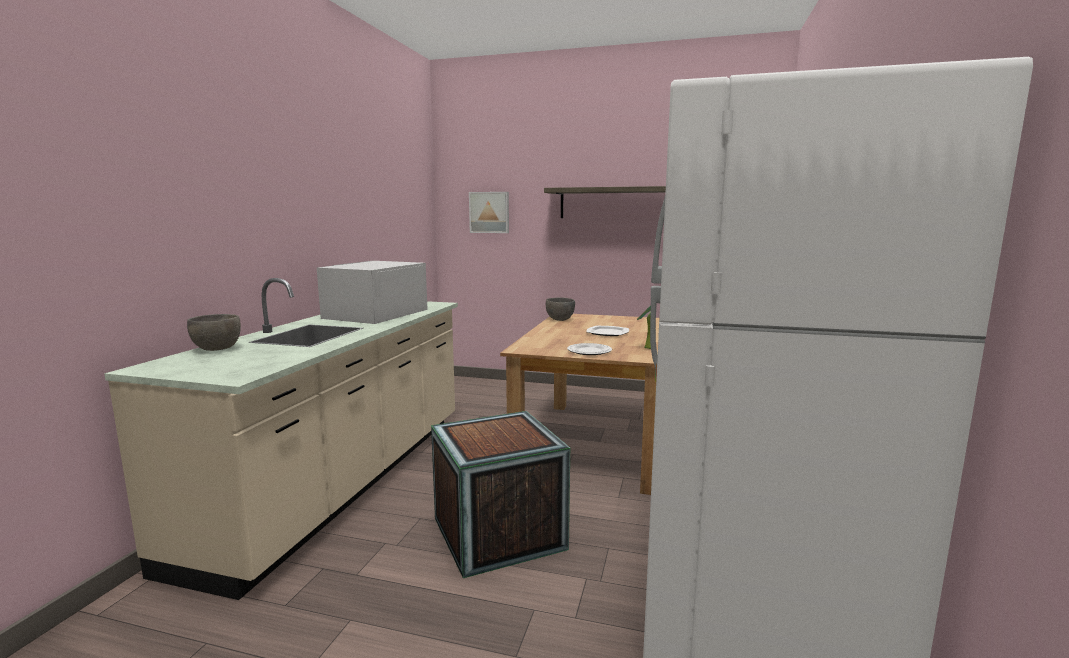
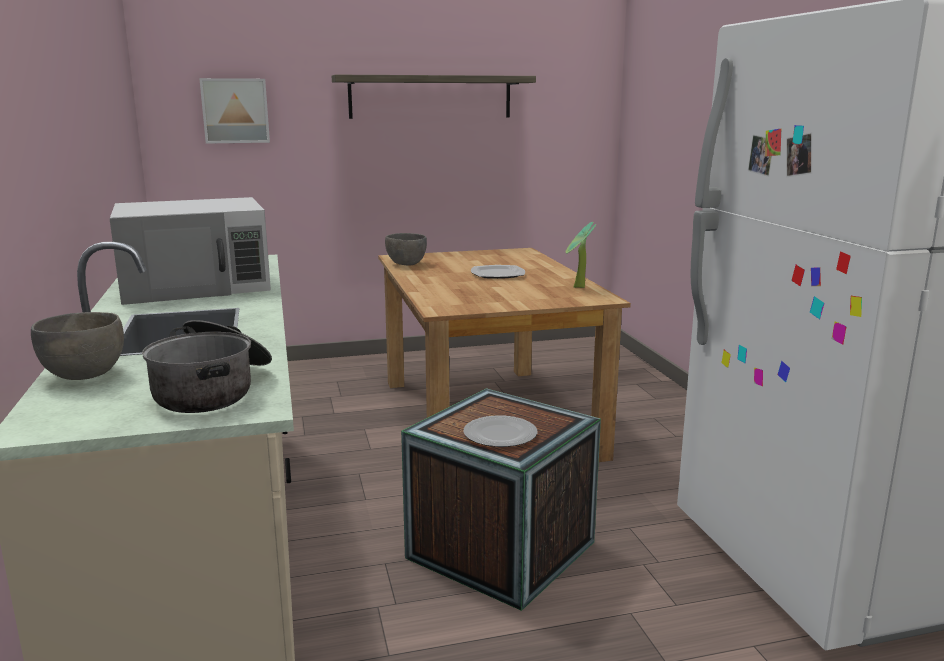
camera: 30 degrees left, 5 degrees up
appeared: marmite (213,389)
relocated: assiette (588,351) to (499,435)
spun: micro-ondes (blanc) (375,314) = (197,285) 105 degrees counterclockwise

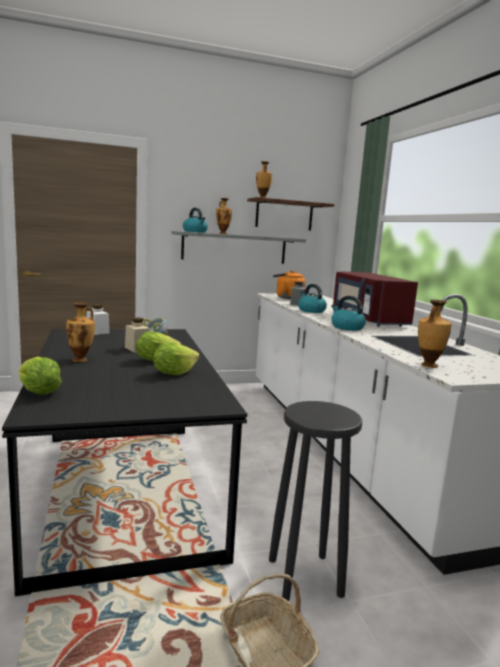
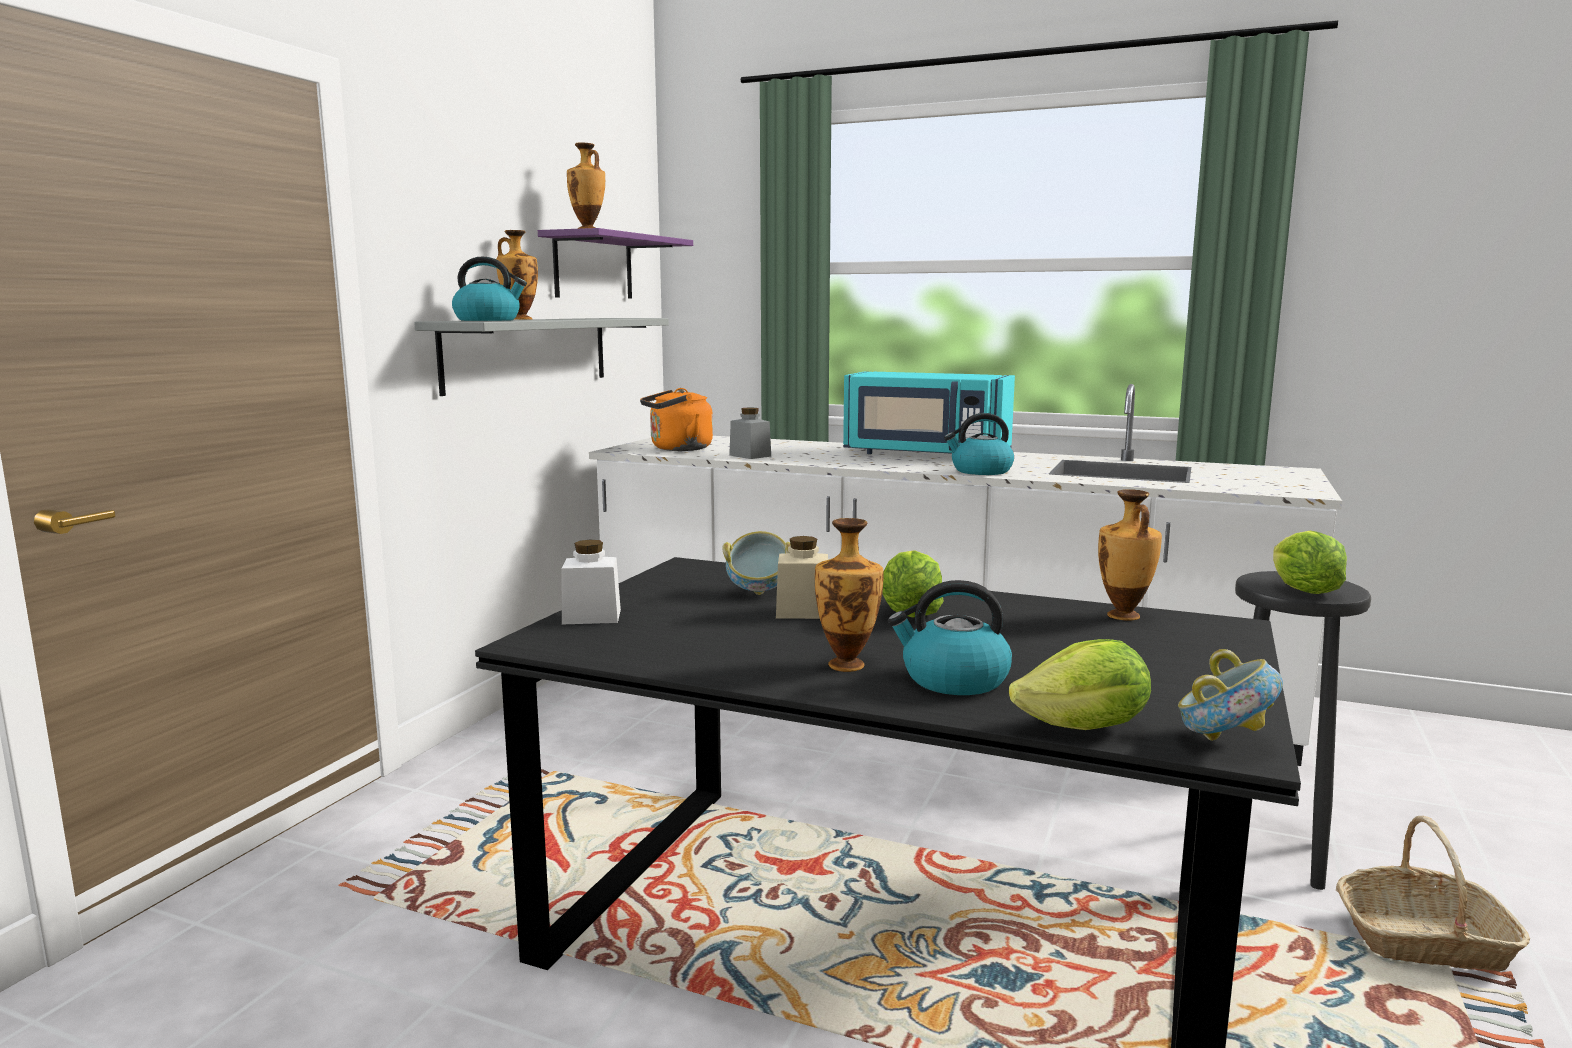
camera: 50 degrees left, 0 degrees up
appeared: bol (1223,741)
relocated: laitue (174,373) to (1303,591); bouilloire (311,310) to (953,680); vase (428,365) to (1123,616)
colour: étagère (marron) (284,215) to étagère (violet) (593,267); micro-ondes (rouge) (367,319) to micro-ondes (turquoise) (925,454)

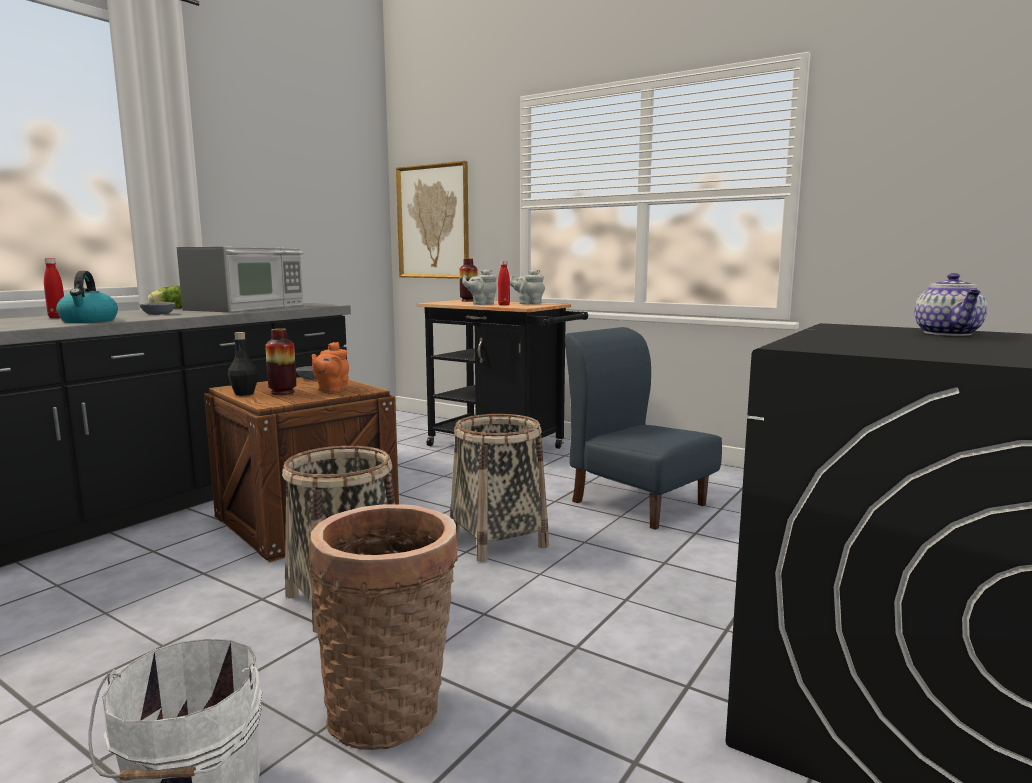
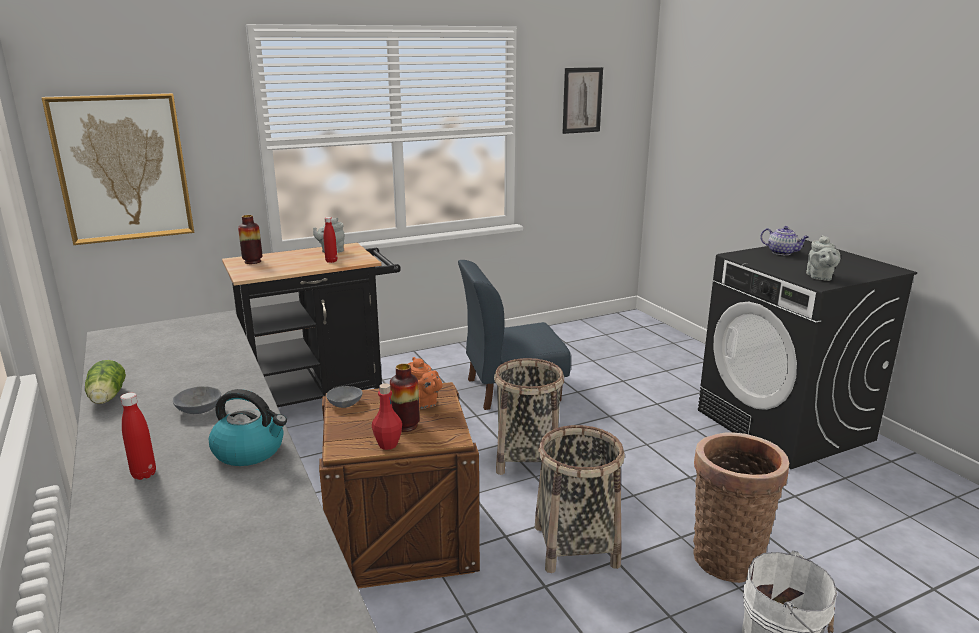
camera: 60 degrees left, 10 degrees up
missing: micro-ondes (248,307)
appeared: tableau (582,100)
relocated: théière (gris) (481,304) to (819,277)
colour: bouteille (noir) (244,394) to bouteille (rouge) (388,444)

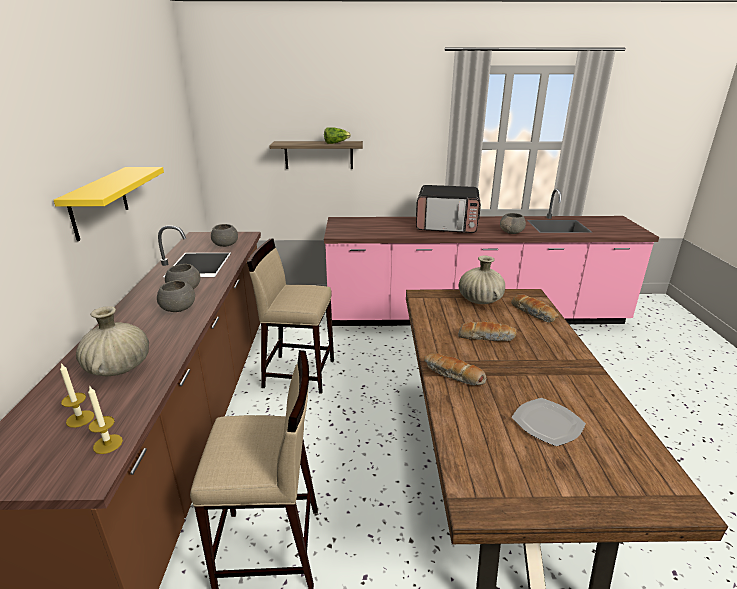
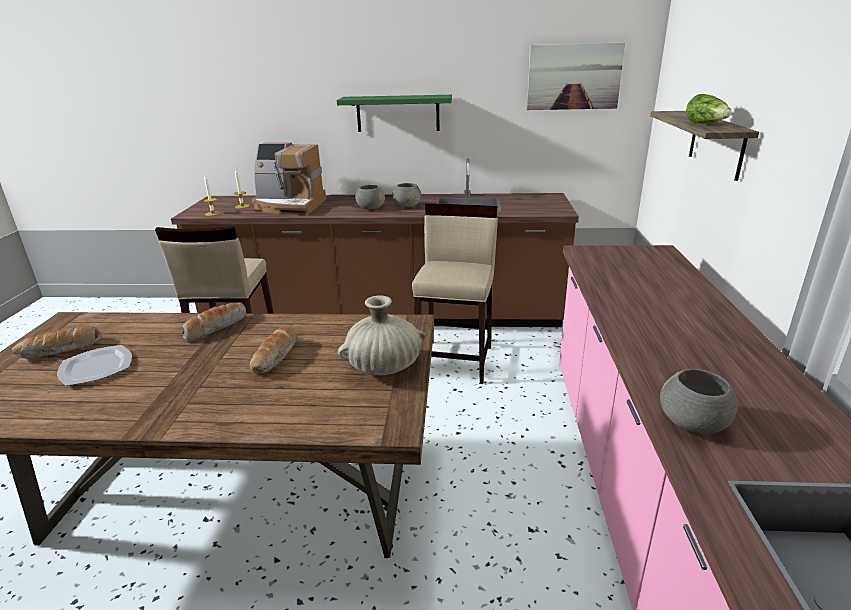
camera: 95 degrees right, 0 degrees up
missing: bol (gris) (225,245); micro-ondes (447,225)
appeared: tableau (574,77)
relocated: pain (534,313) to (61,350)
exchanged: vase (beige) (118,368) to machine à café (290,206)
colour: étagère (jaune) (99,202) to étagère (vert) (398,113)

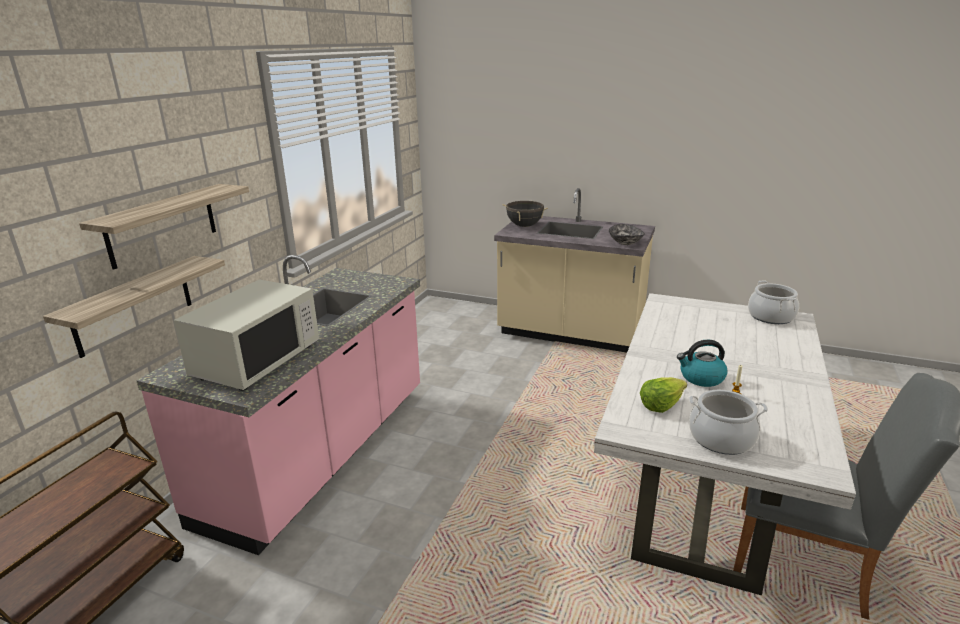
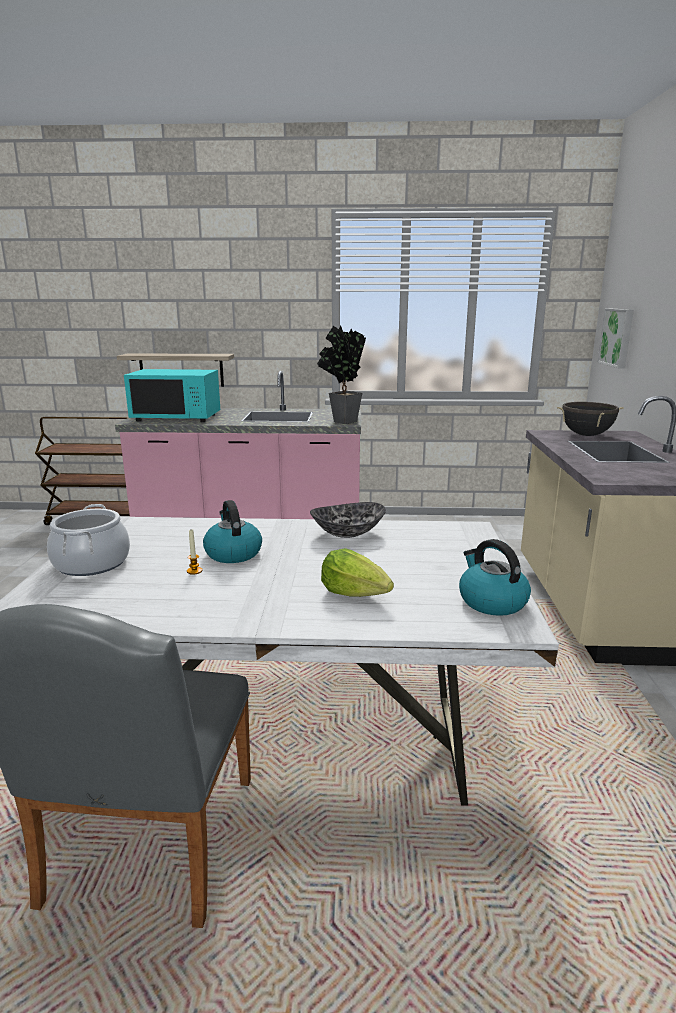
camera: 70 degrees right, 5 degrees down
missing: étagère (162,225)
appeared: plante en pot (341,422); tableau (618,337)
relocated: bol (625,242) to (347,533); laitue (661,404) to (355,593)
exchanged: marmite (771,316) to bouilloire (491,601)
colour: micro-ondes (blanc) (257,361) to micro-ondes (turquoise) (177,417)

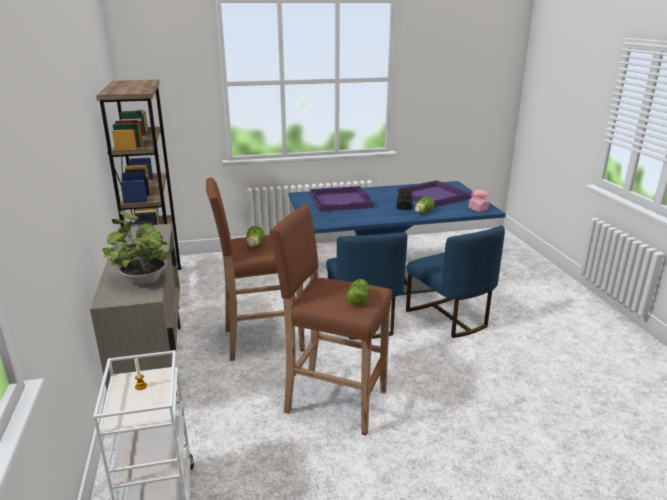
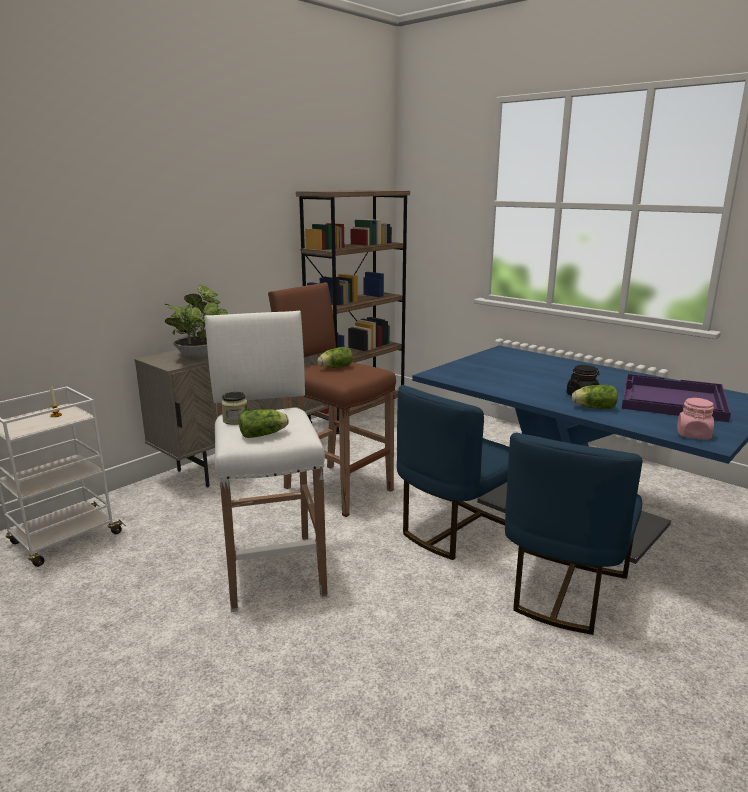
camera: 55 degrees right, 5 degrees down
missing: plateau (violet) (341,200)
appeared: bocal (235,420)
colour: tabouret (marron) (333,401) to tabouret (blanc) (273,568)

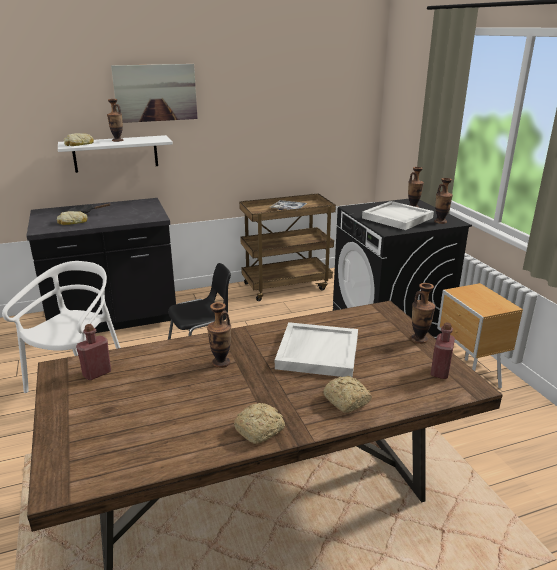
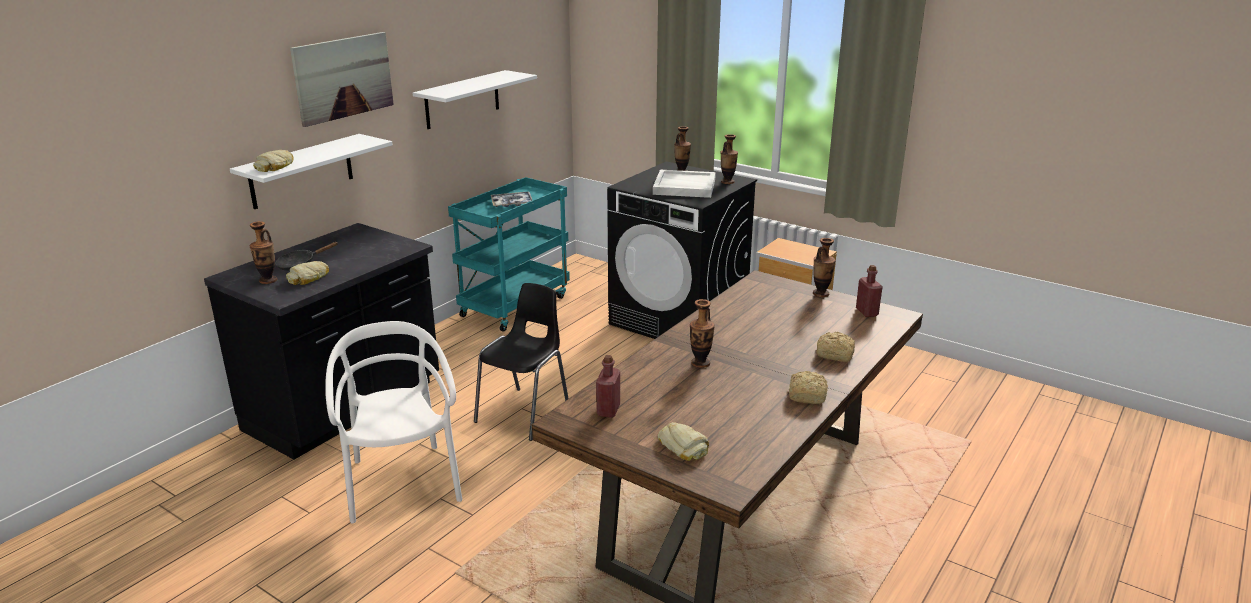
camera: 35 degrees left, 0 degrees up
missing: plateau (blanc) (317,352)
appeared: étagère (blanc) (462,99); pain (683,446)
relocated: vase (117,140) to (268,280)
colour: chariot (marron) (286,286) to chariot (turquoise) (515,305)

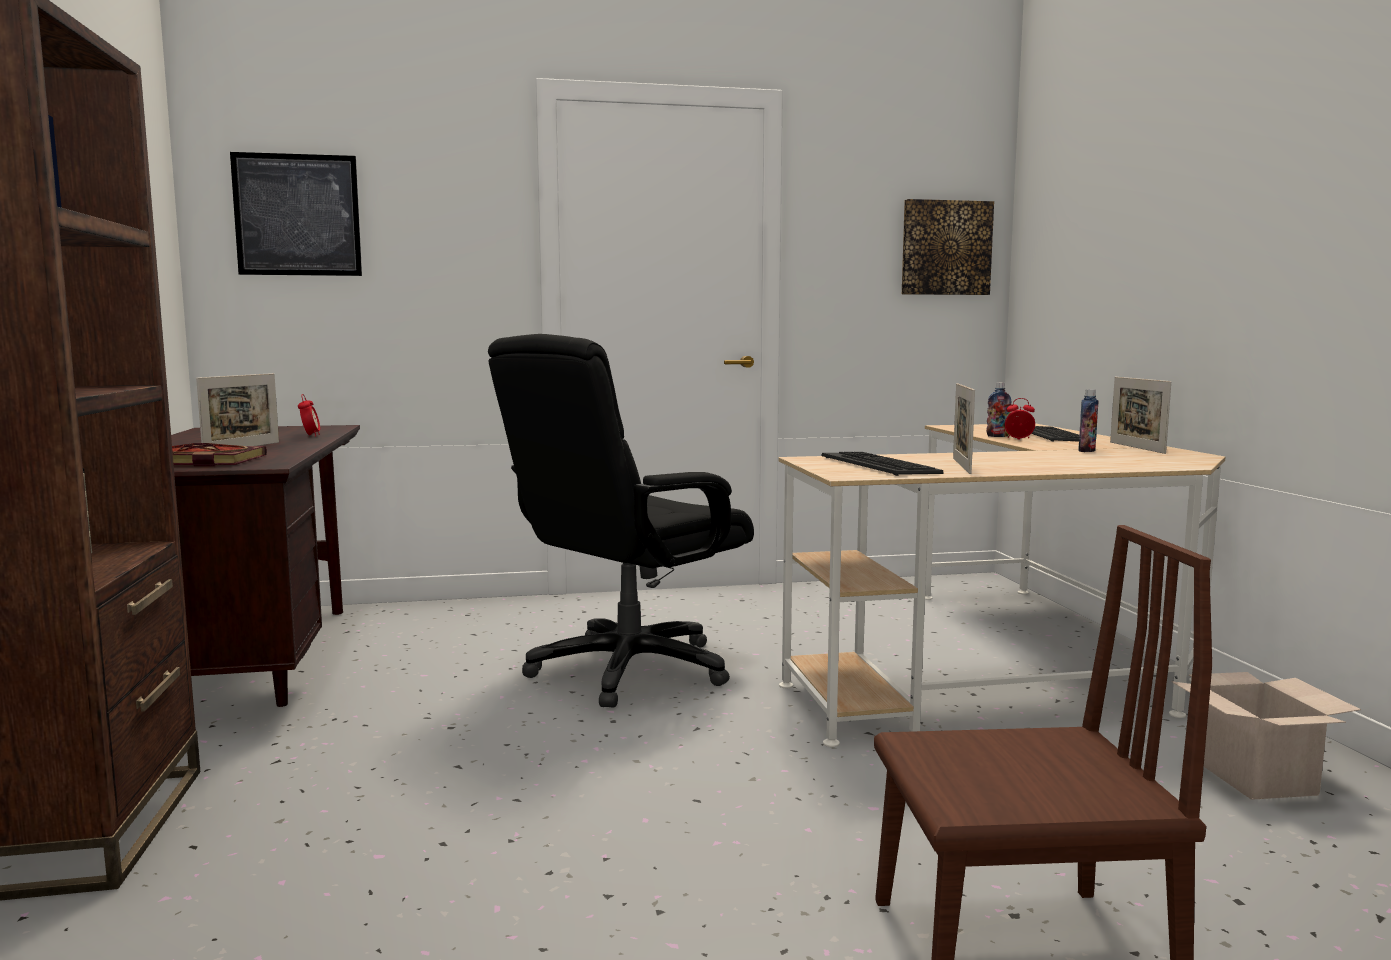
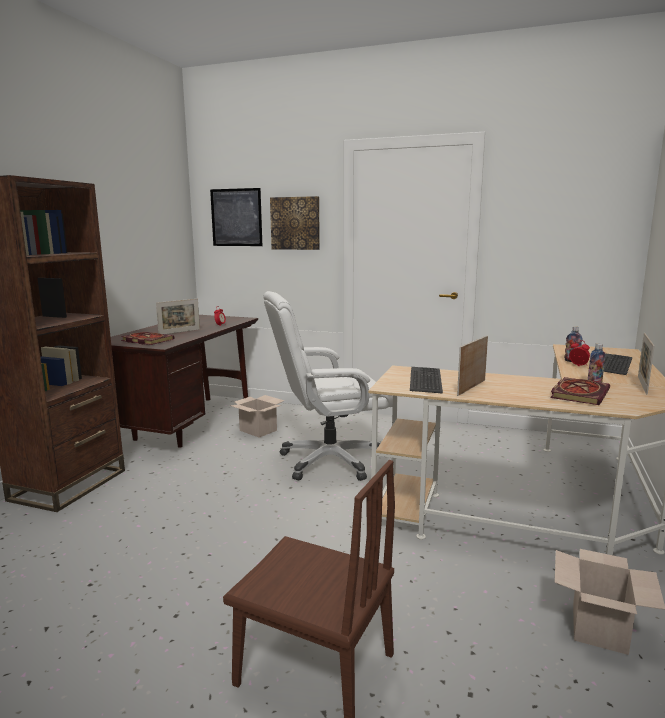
camera: 30 degrees right, 5 degrees up
appeared: carton (259,430); livre (579,393)
relocated: tableau (945,248) to (295,223)
colour: chaise de bureau (noir) (628,670) to chaise de bureau (blanc) (329,461)

